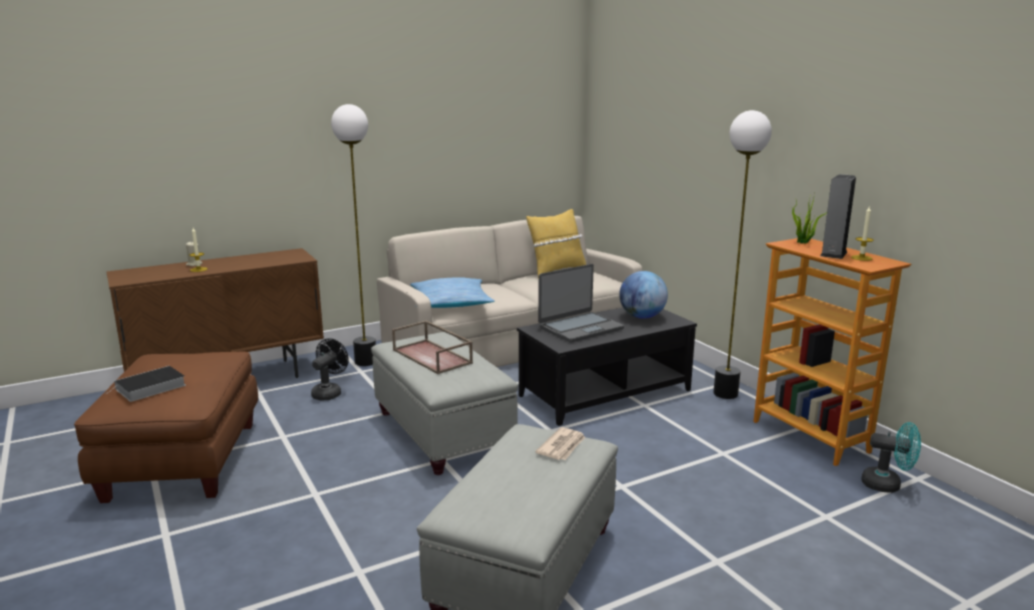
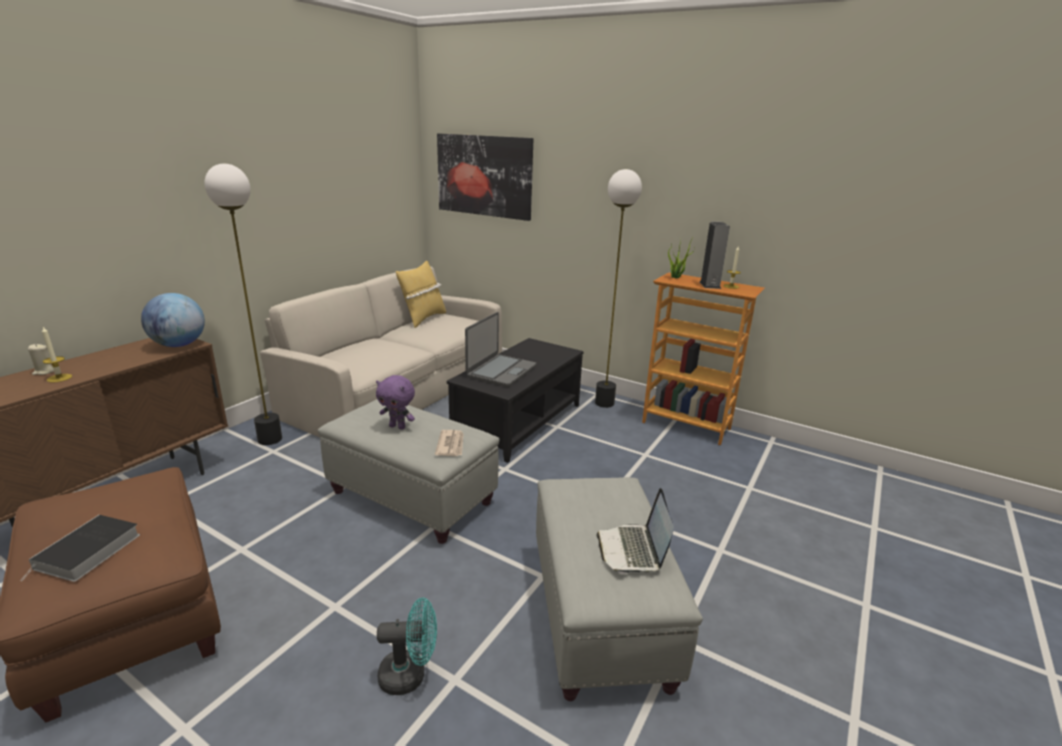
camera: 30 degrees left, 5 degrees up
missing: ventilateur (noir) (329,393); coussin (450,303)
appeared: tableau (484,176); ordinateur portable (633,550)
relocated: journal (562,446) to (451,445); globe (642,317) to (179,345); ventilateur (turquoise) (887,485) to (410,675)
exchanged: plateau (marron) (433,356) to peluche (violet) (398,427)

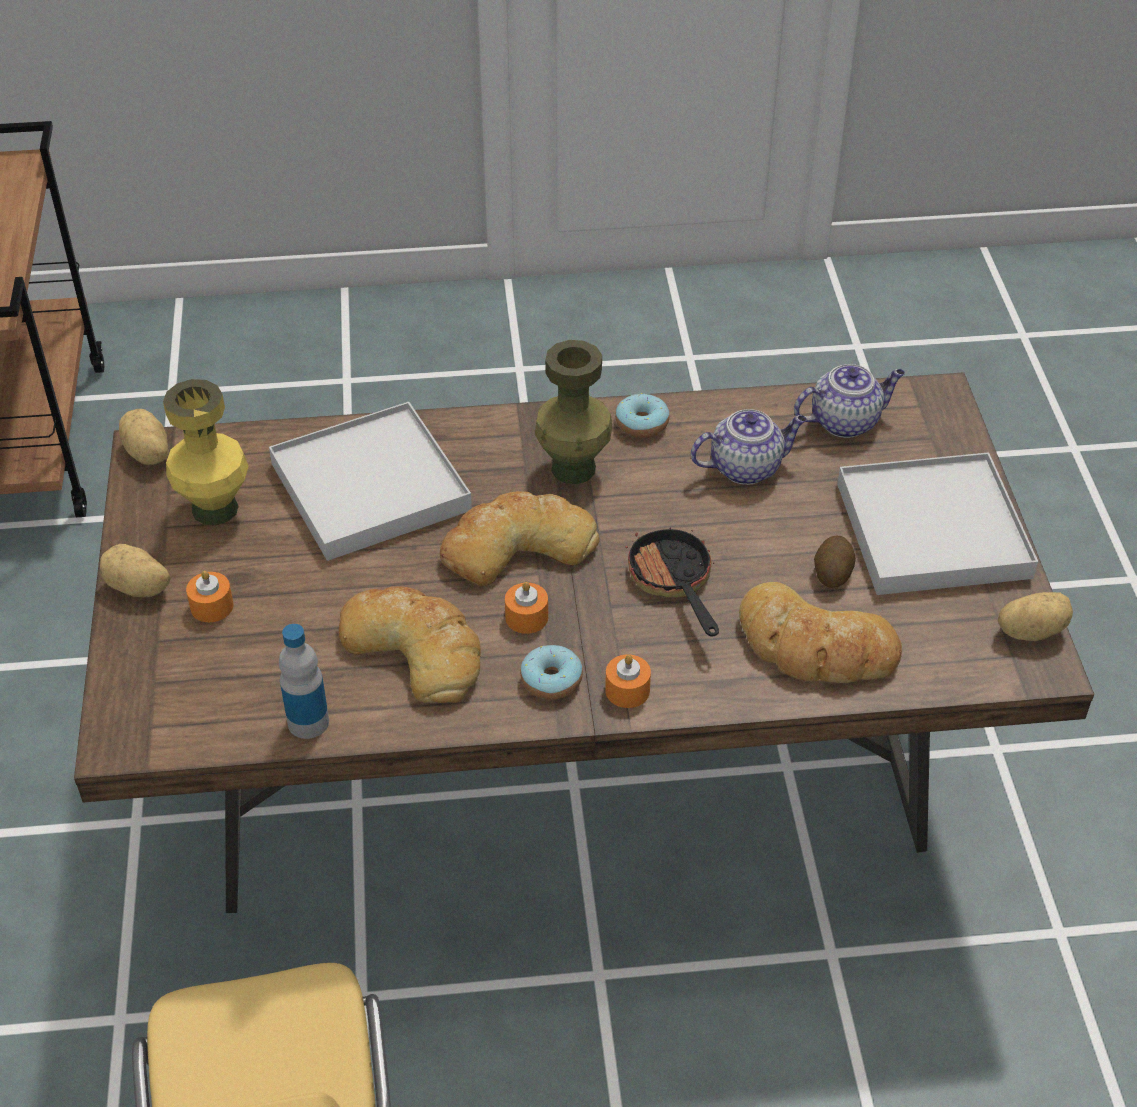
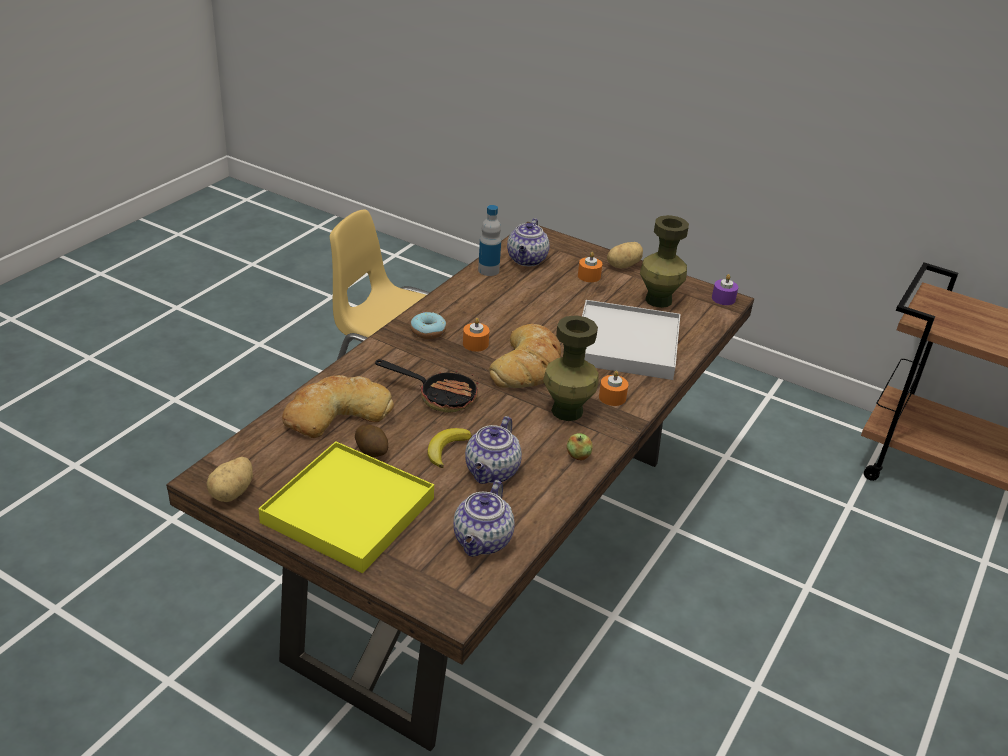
camera: 125 degrees right, 10 degrees down
missing: pain (415,648)
appeared: banane (446,449); théière (527,260)
relocated: bougie (orange) (627,690) to (612,397)
exchanged: pomme de terre (147,454) to bougie (violet) (723,298); beignet (642,424) to pomme (578,456)
colour: vase (jaune) (215,508) to vase (vert) (658,300); plateau (blanc) (933,530) to plateau (jaune) (348,510)

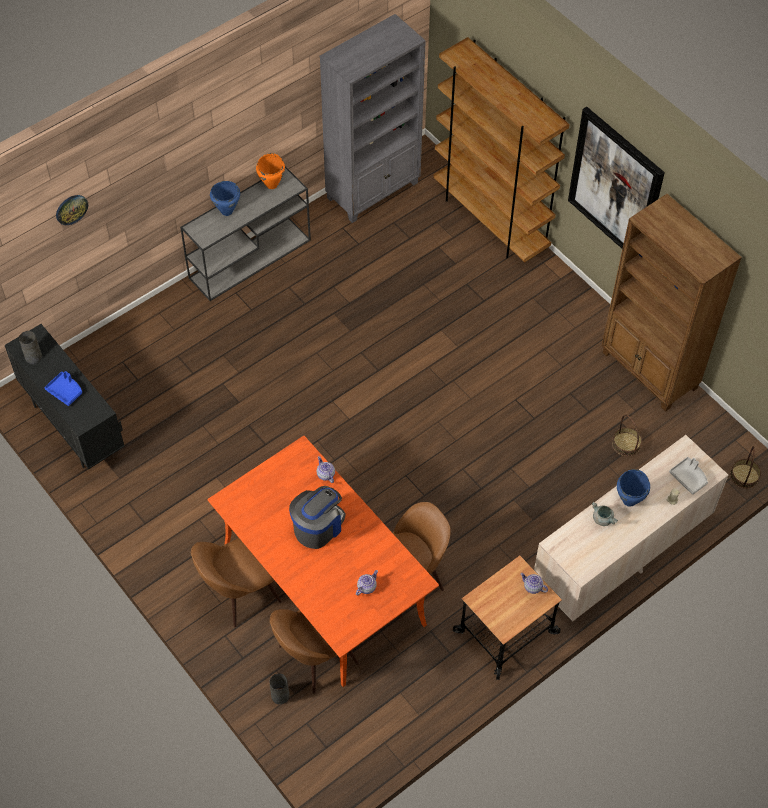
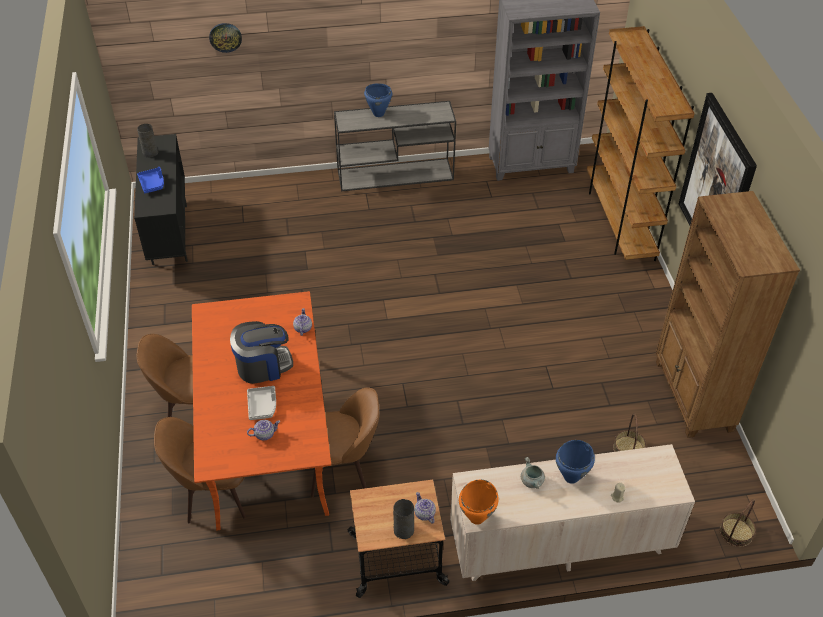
camera: 30 degrees right, 10 degrees down
relocated: marmite (orange) (272,184) to (477,517); vase (gris) (281,695) to (404,530); plateau (gris) (689,478) to (262,406)

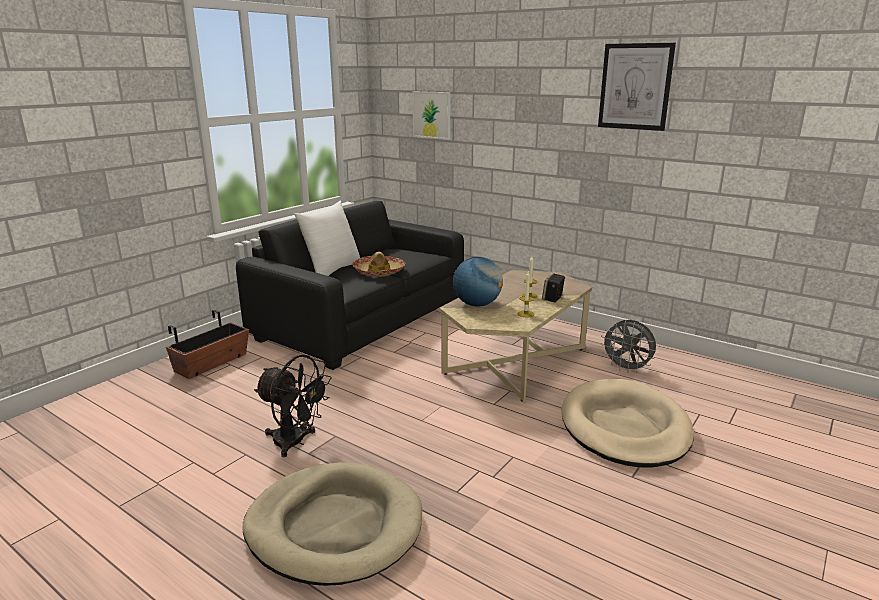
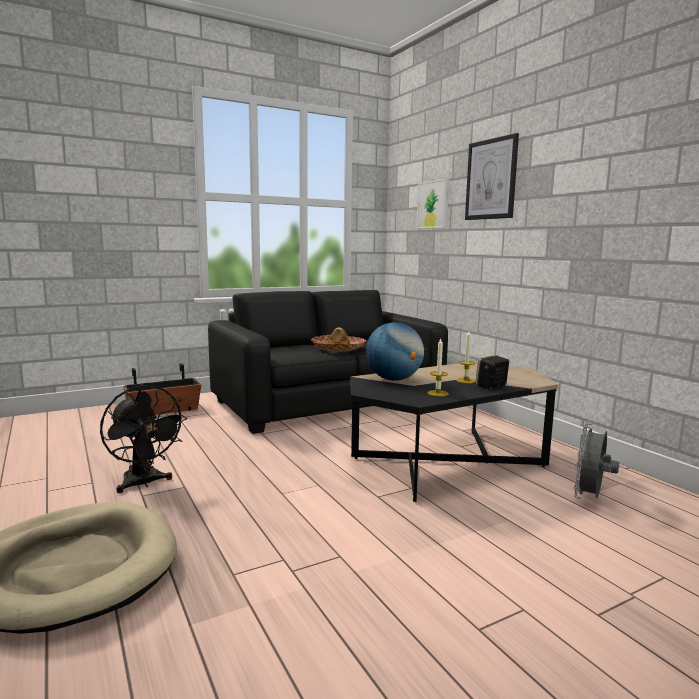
camera: 25 degrees right, 10 degrees down
missing: coussin (blanc) (332,271); panier pour chien (beige) (624,427)
relocated: tableau (635,86) to (491,179)
colour: table basse (beige) (515,361) to table basse (noir) (447,462)
spun: ventilateur (gris) (627,369) = (590,498) 60 degrees clockwise

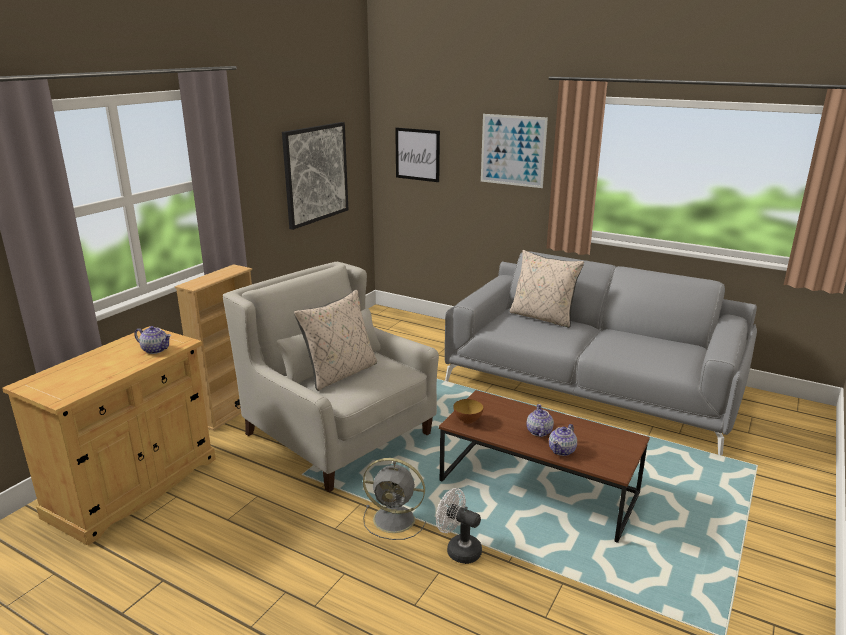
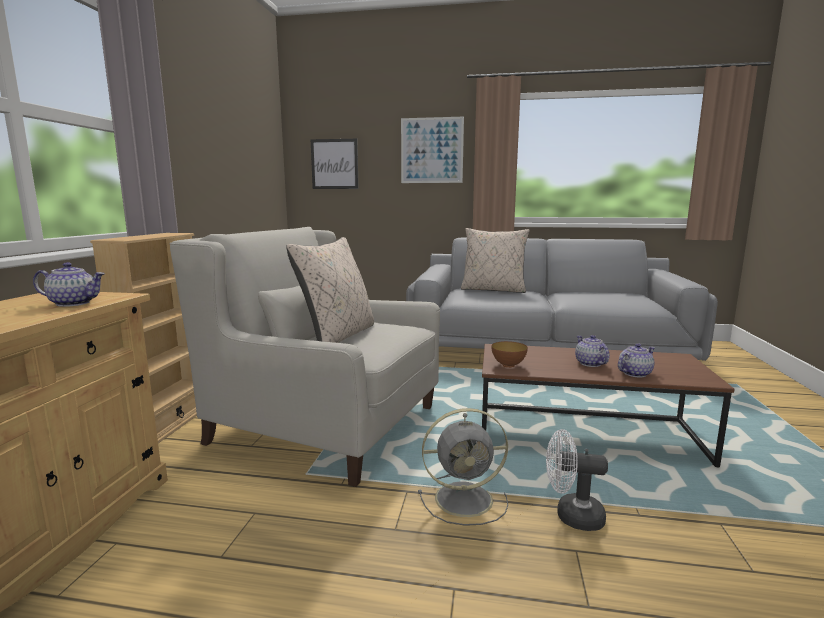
camera: 20 degrees left, 10 degrees down
missing: tableau (316,174)
spun: théière (562,450) = (634,373) 135 degrees counterclockwise

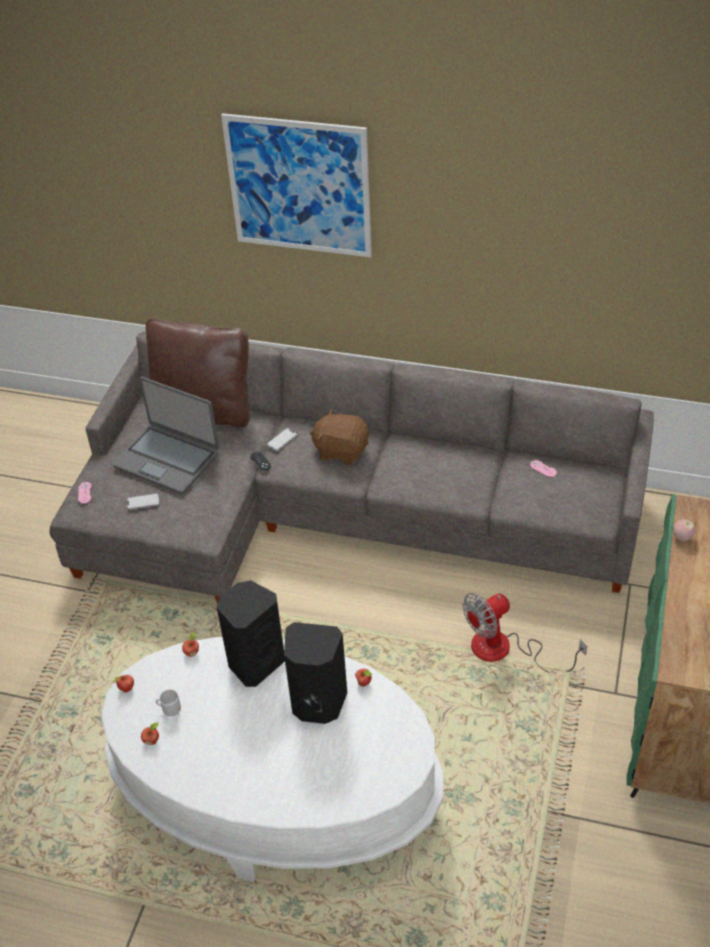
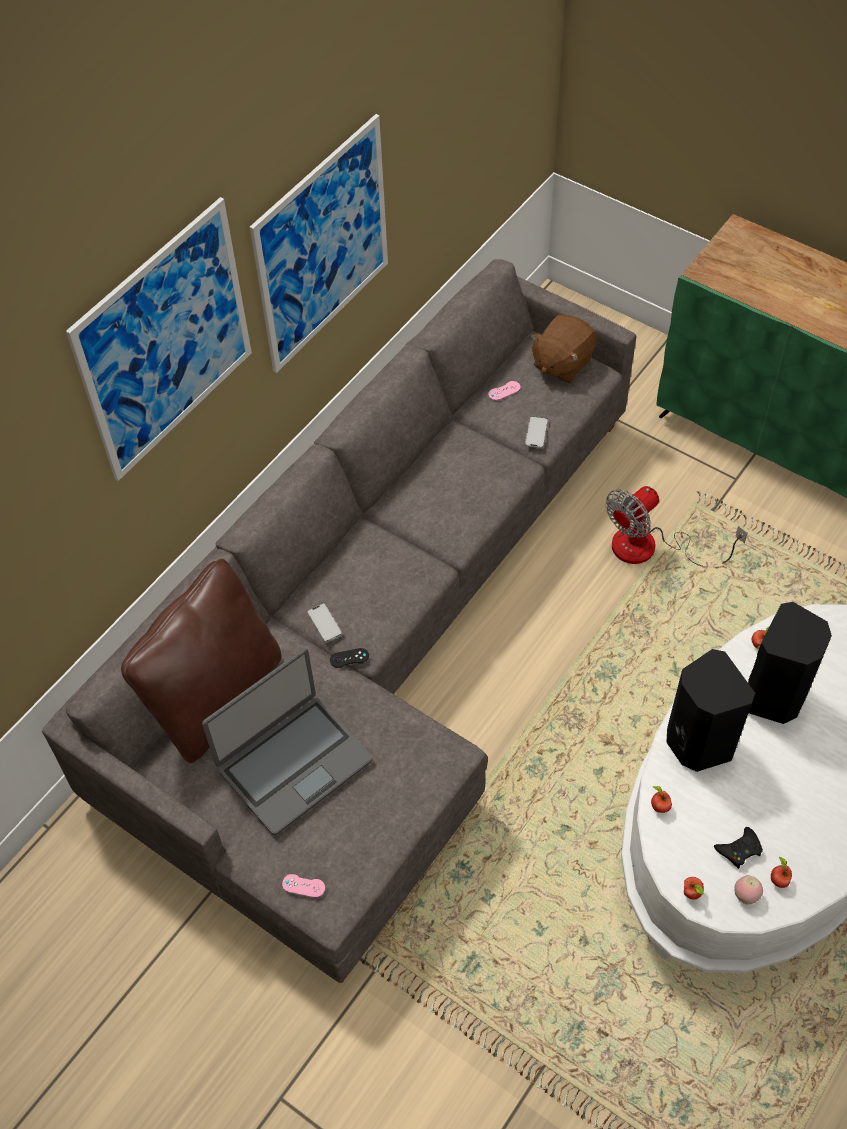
camera: 70 degrees left, 10 degrees up
appeared: tableau (323,245)
relocated: téléphone (143,502) to (536,433); peluche (marron) (341,450) to (562,363); pomme (682,538) to (746,895)
exchanged: mug (171,710) to manette (noir) (739,849)
spun: ventilateur (505,650) = (650,548) 60 degrees clockwise

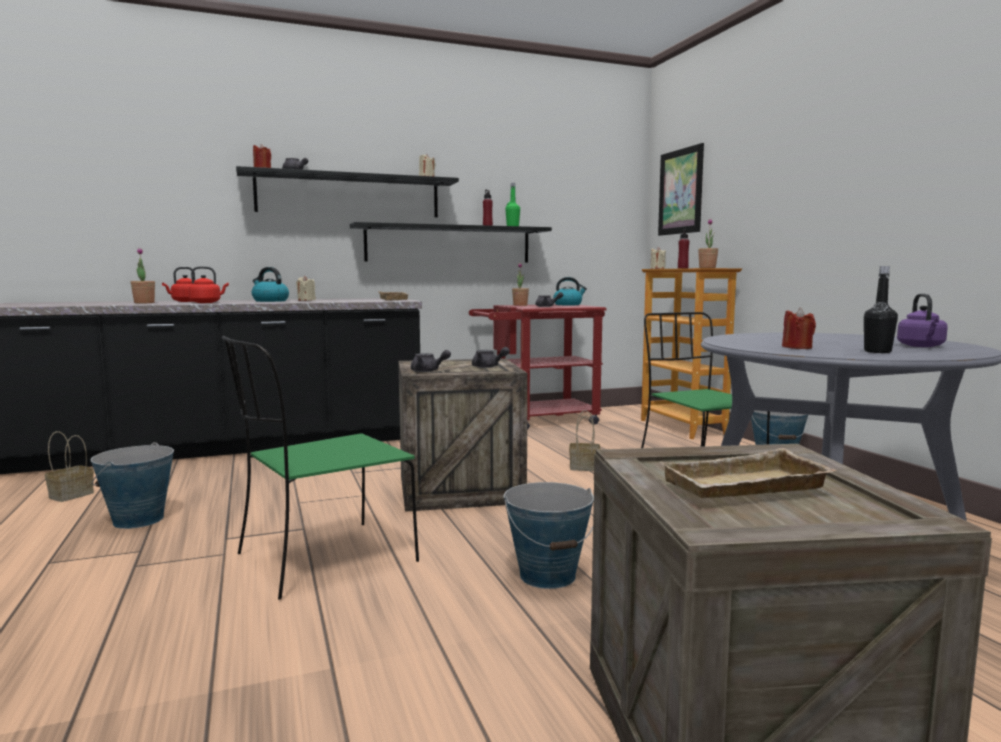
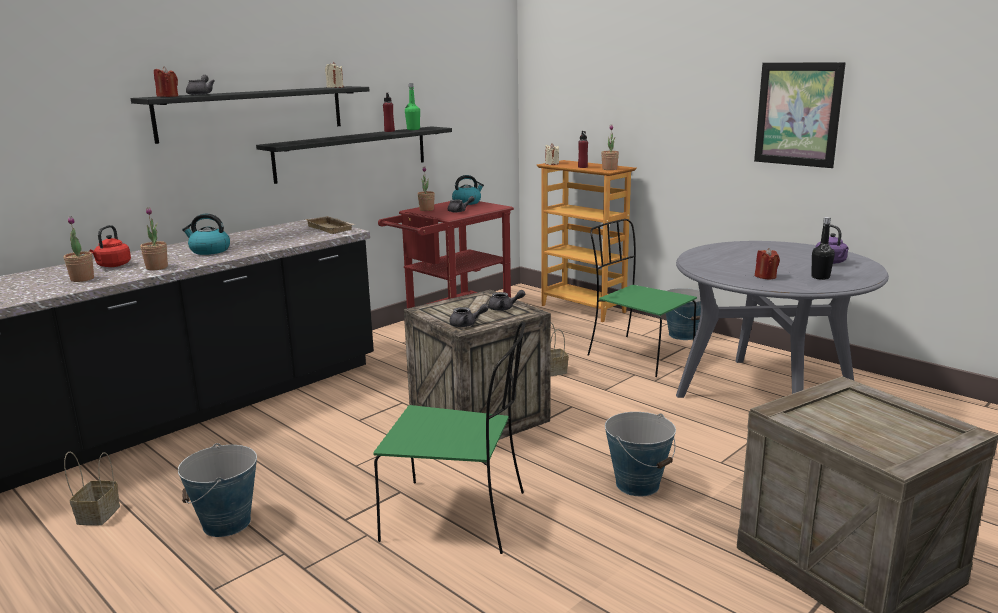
camera: 25 degrees left, 10 degrees up
missing: bougie (beige) (306,300); plateau (beige) (745,487)
relocated: tableau (680,191) to (798,114)
exchanged: bouilloire (rouge) (207,302) to plante en pot (157,268)
spun: chaise (vert) (322,559) = (458,516) 105 degrees counterclockwise

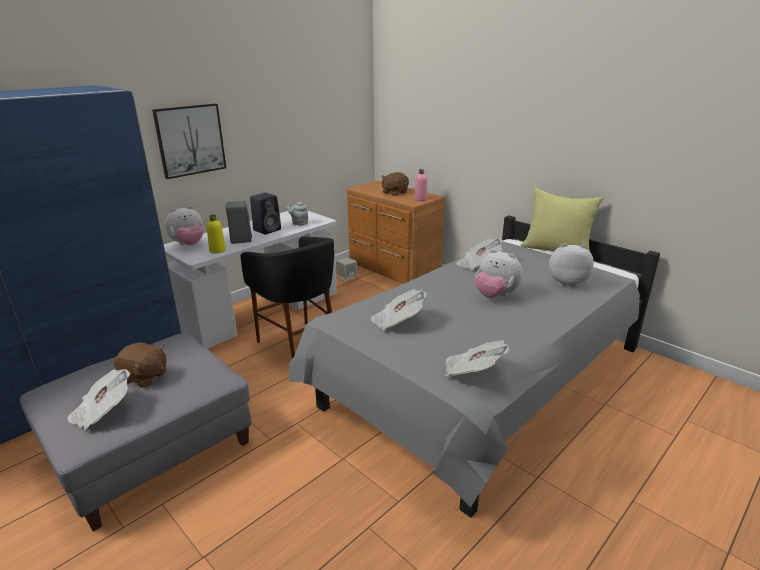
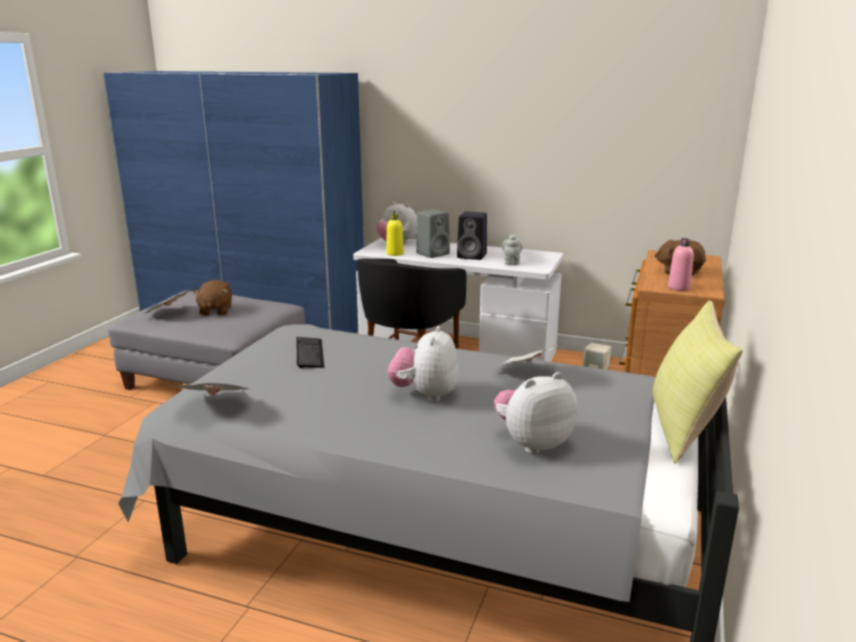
camera: 65 degrees right, 5 degrees down
missing: tableau (190,140)
exchanged: journal (397,321) to clavier (310,354)
spun: peluche (566,282) = (532,443) 105 degrees counterclockwise

